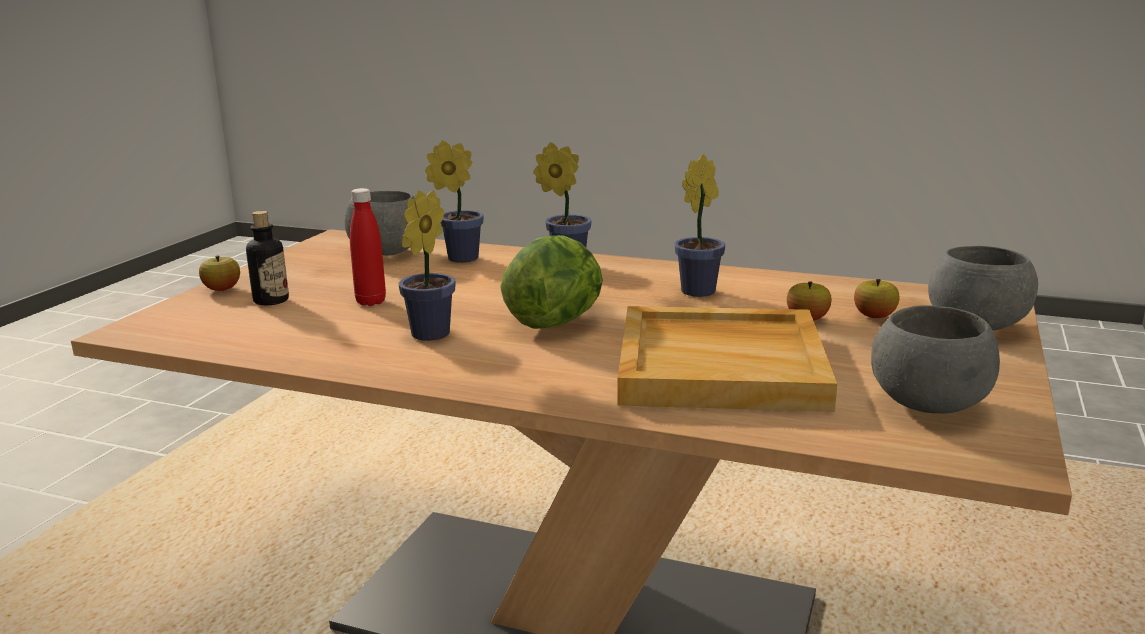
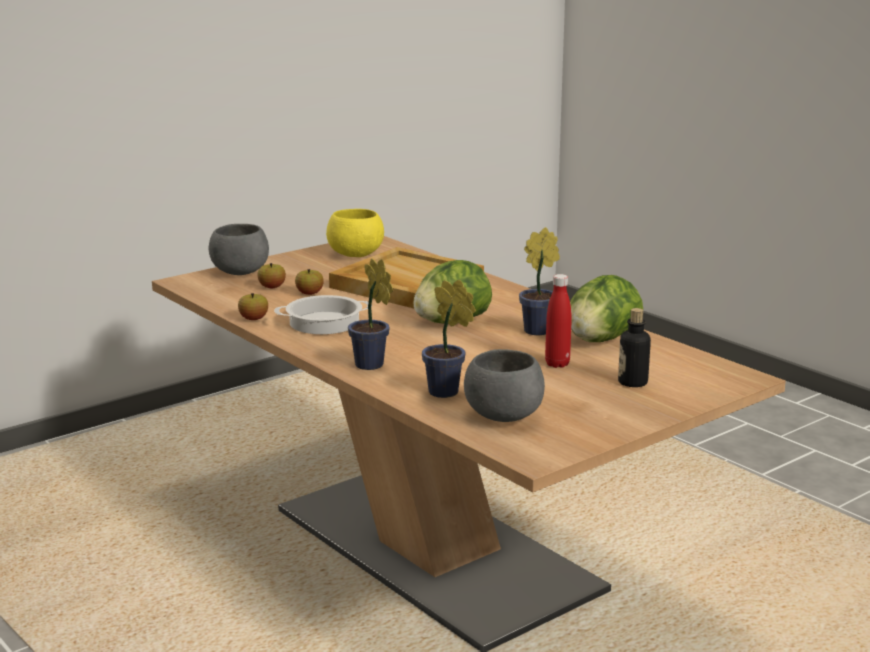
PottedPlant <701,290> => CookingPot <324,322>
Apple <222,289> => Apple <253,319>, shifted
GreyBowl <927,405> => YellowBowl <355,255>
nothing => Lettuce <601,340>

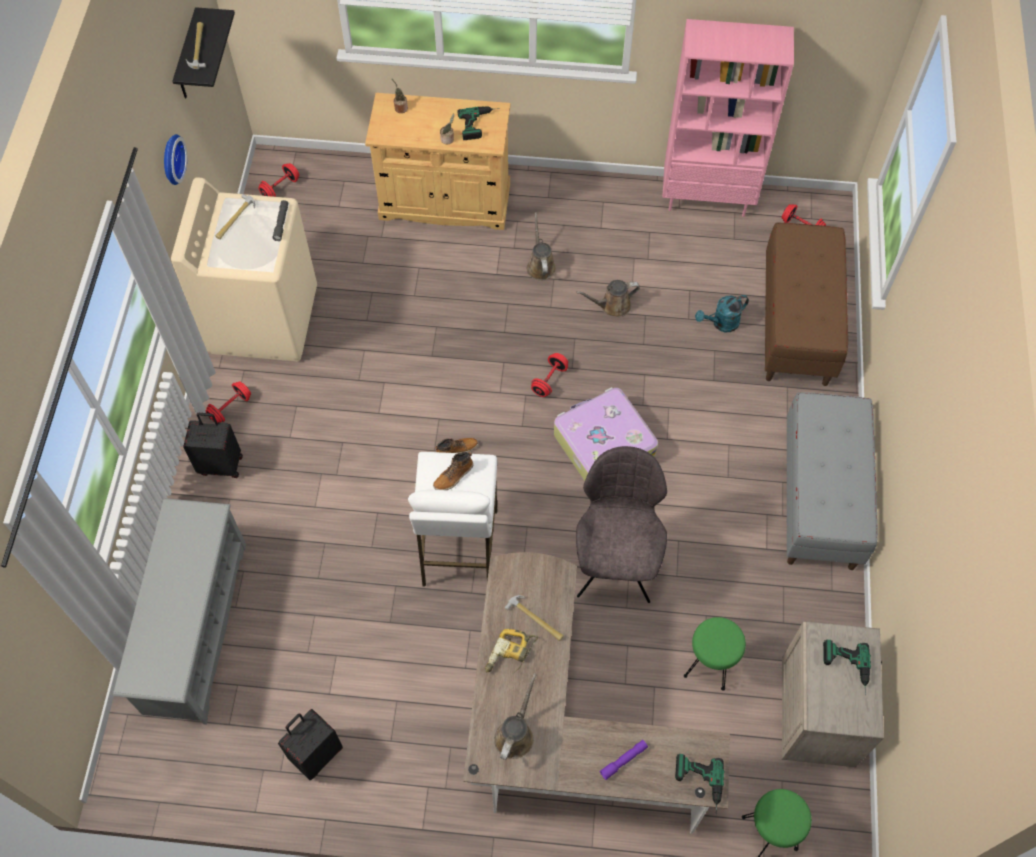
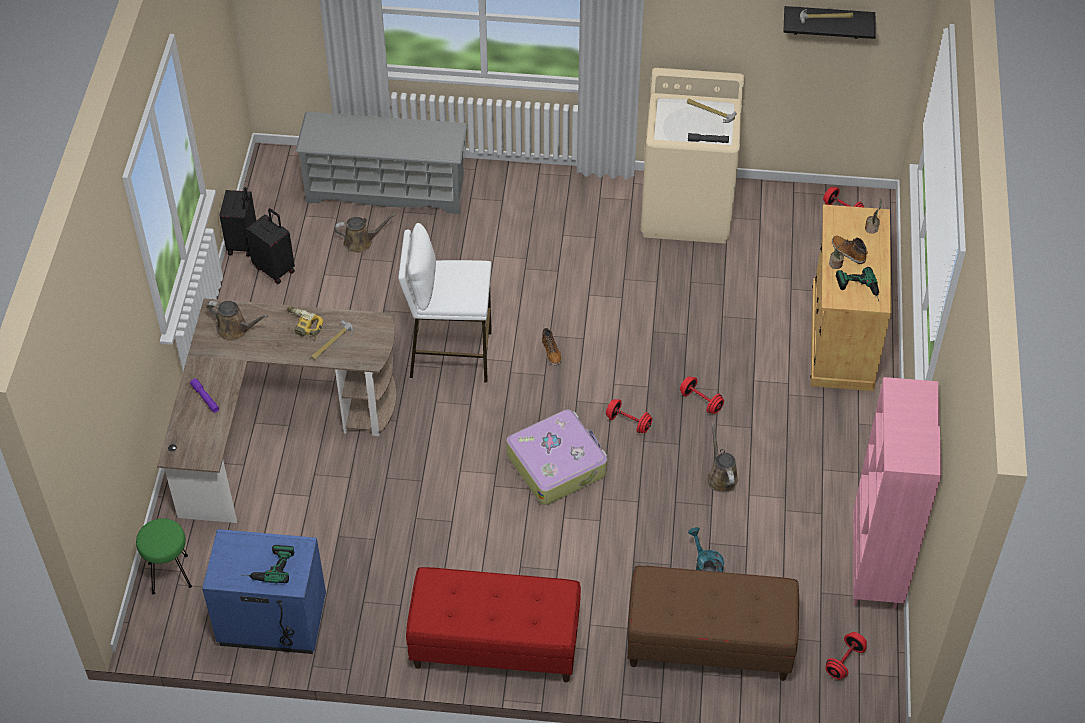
WallClock <170,159> => nothing
BrownWateringCan <540,265> => BrownWateringCan <361,242>, shifted
RedDumbbell <230,408> => RedDumbbell <701,401>, shifted
GreyBench <820,498> => RedBench <495,646>
BlackSuitcase <221,464> => BlackSuitcase <243,243>, shifted
GreyChair <615,562> => nothing
Boot <454,476> => Boot <848,252>, shifted
GreenStool <710,665> => nothing
BeigeNightstand <818,713> => BlueNightstand <272,622>
PowerDrill <698,785> => nothing

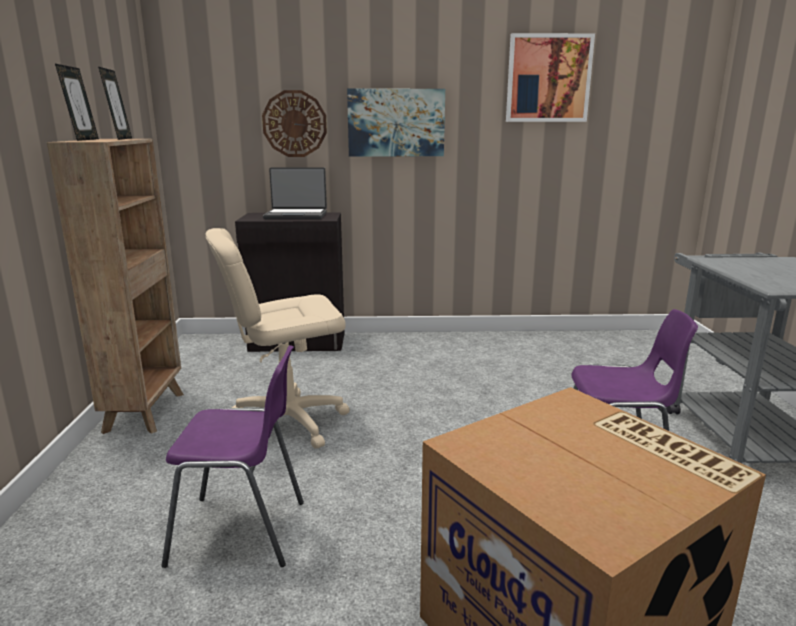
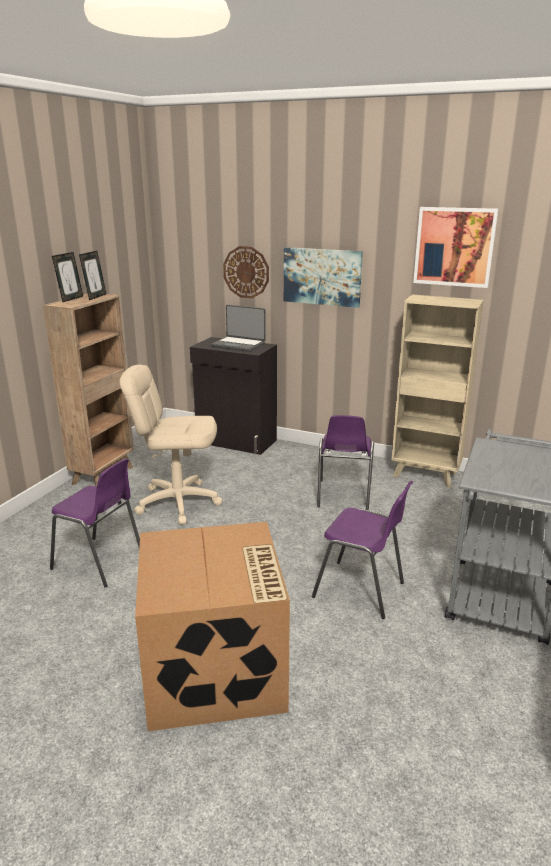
nothing => BeigeBookcase <425,475>
nothing => PurpleChair <343,496>

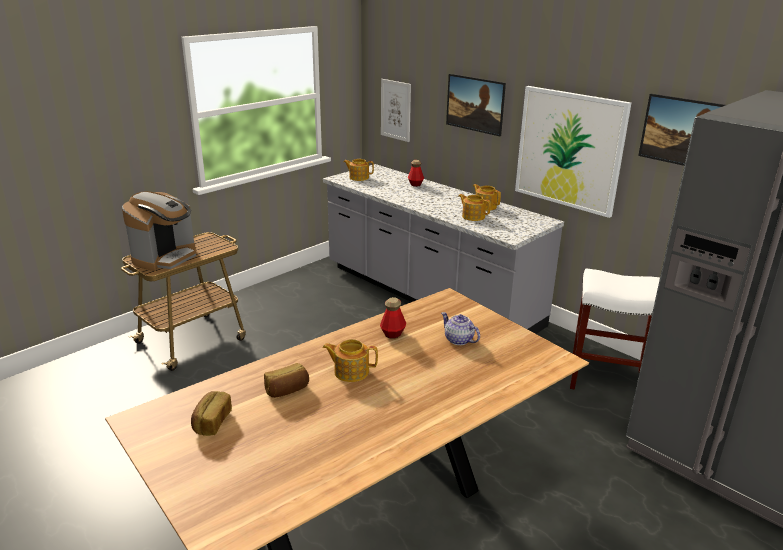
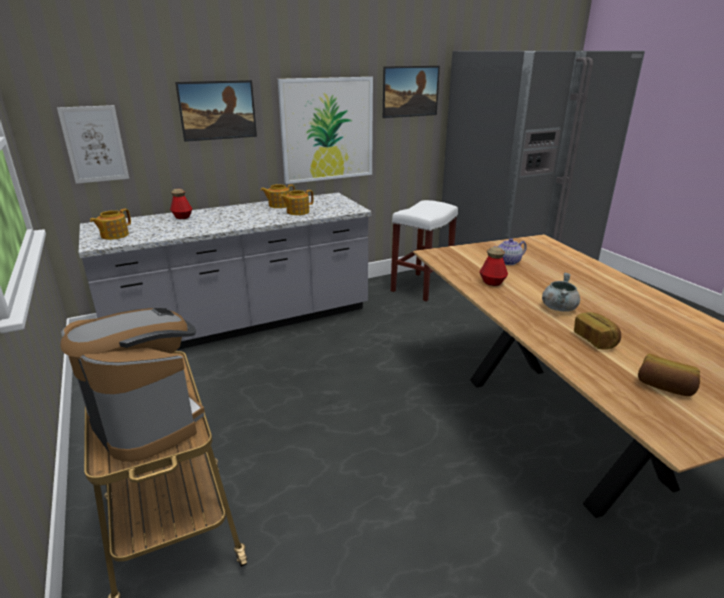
Teapot <350,371> => GreyCookingPot <558,308>

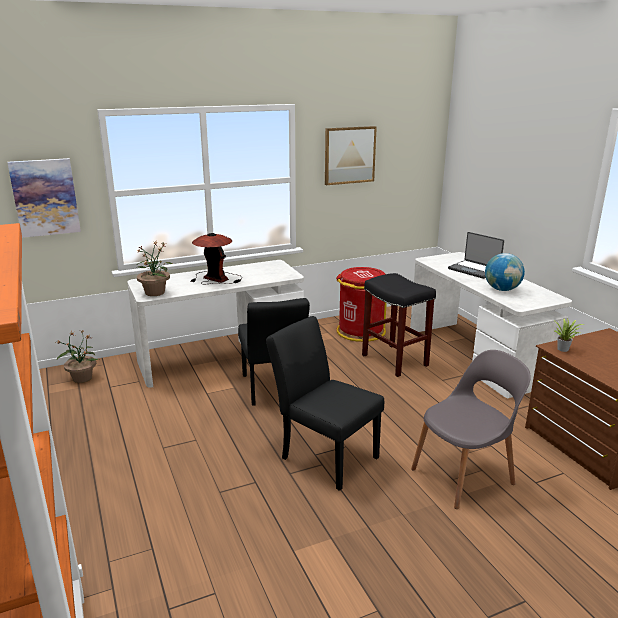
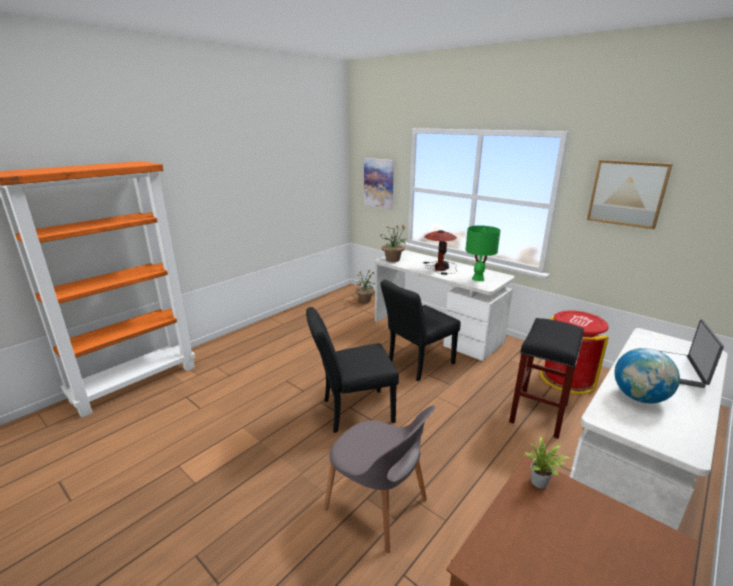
BlackChair <324,455> => BlackChair <352,411>, 120 degrees counterclockwise
nothing => GreenTableLamp <478,279>

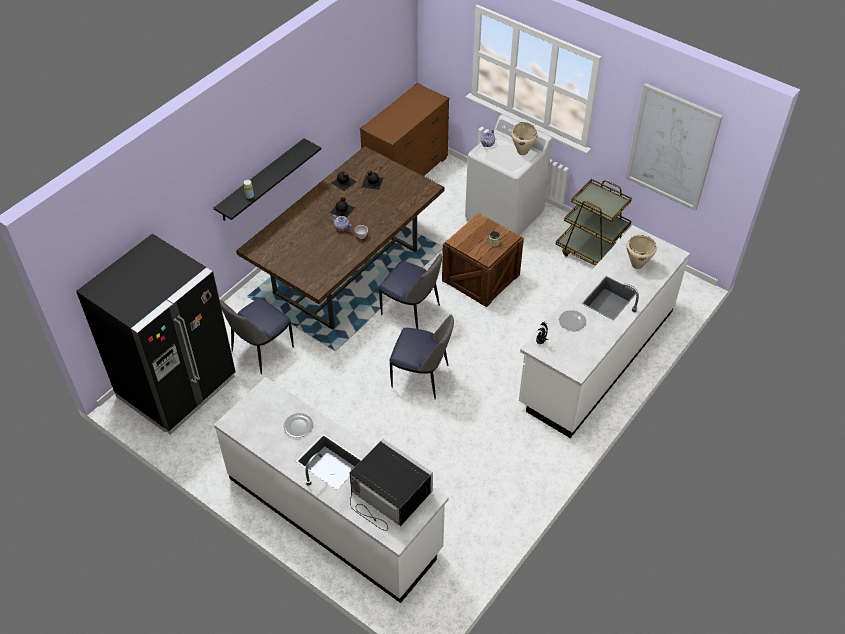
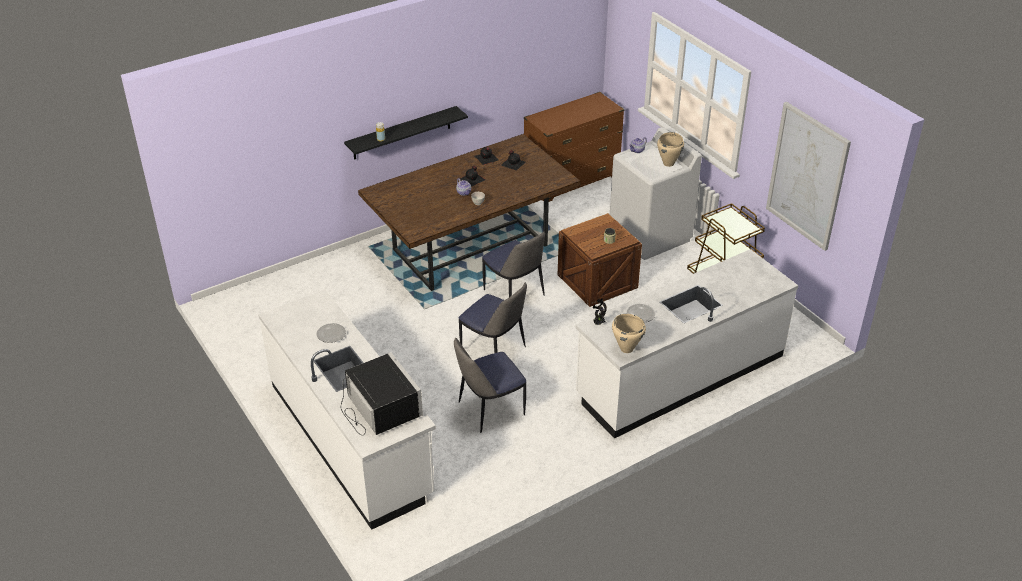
BlackFridge <177,387> => nothing
BeigeCookingPot <637,264> => BeigeCookingPot <626,348>, shifted
Chair <261,351> => Chair <489,410>, shifted

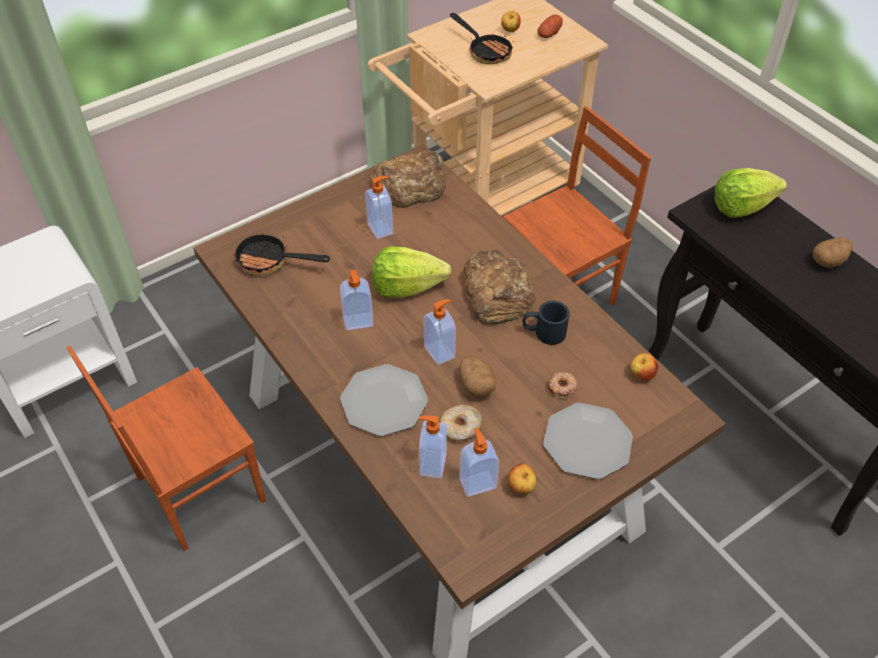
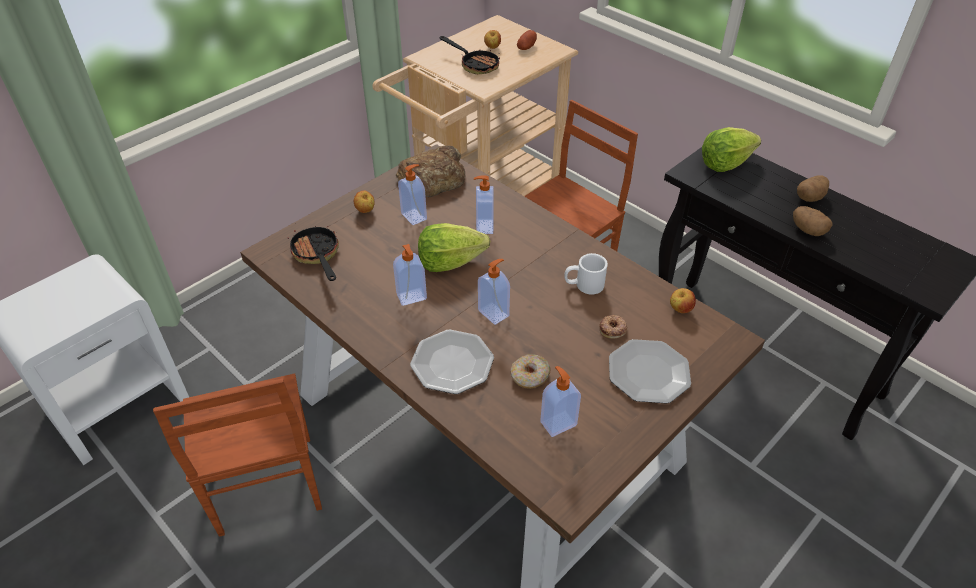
FryingPan <270,262> => FryingPan <317,256>, 60 degrees clockwise
Bread <496,293> => nothing
BlackMug <543,332> => WhiteMug <583,285>
BrownChair <197,489> => BrownChair <265,487>, 60 degrees counterclockwise
Potato <476,385> => Potato <807,230>, shifted
SoapDispenser <432,464> => SoapDispenser <483,226>, shifted
Apple <521,487> => Apple <365,211>, shifted

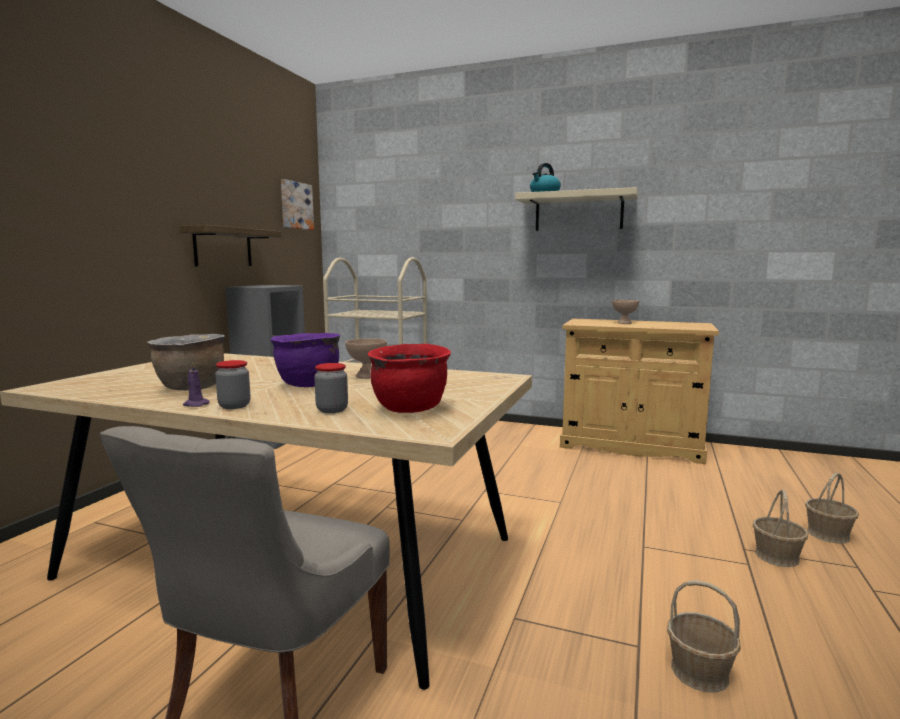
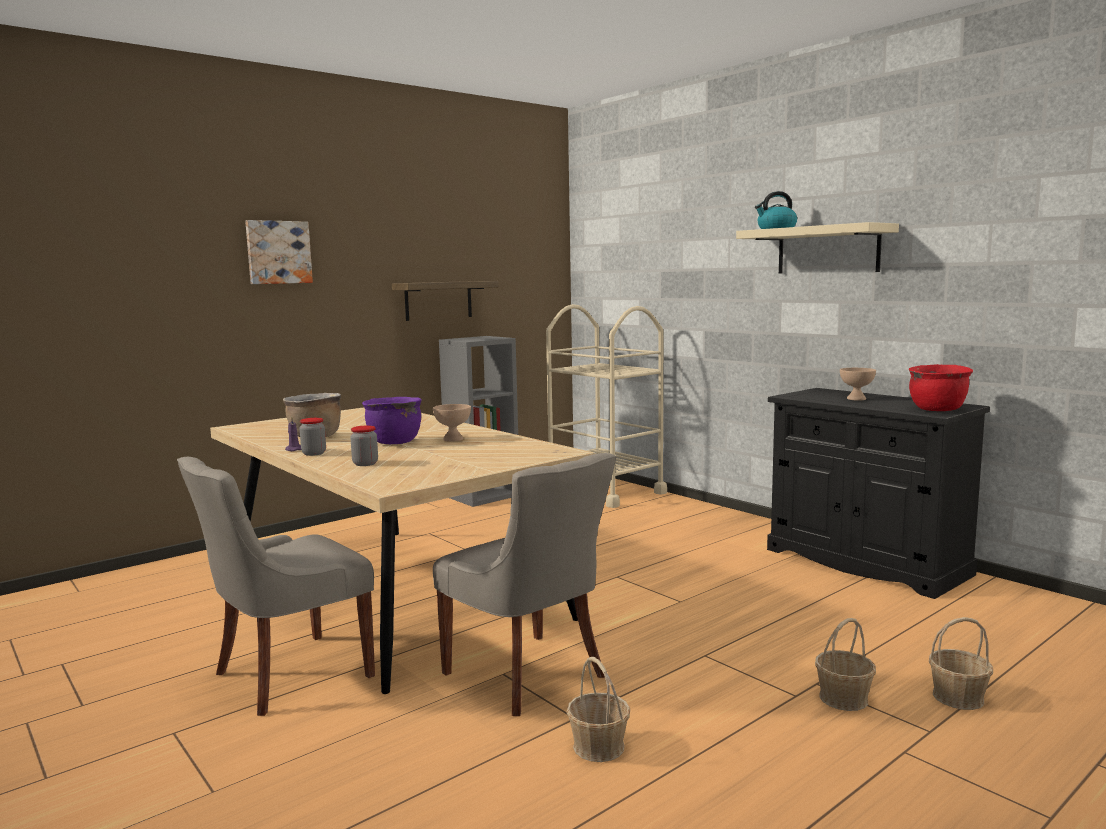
Picture <295,205> => Picture <278,252>, shifted
BeigeCabinet <631,445> => BlackCabinet <865,562>
RedCookingPot <410,409> => RedCookingPot <937,410>, shifted
nothing => GreyChair <528,675>

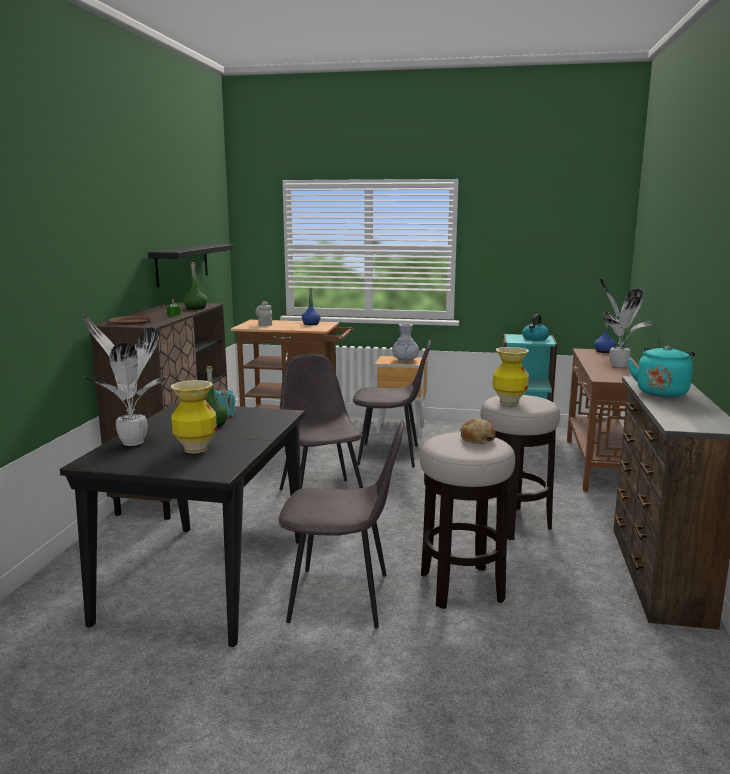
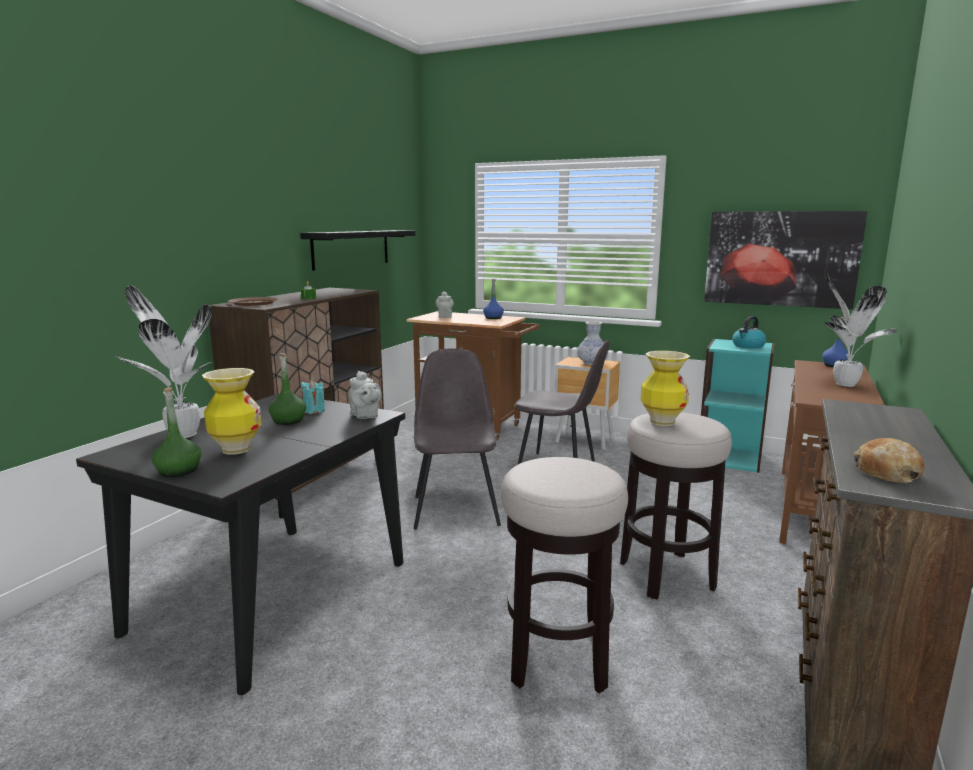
GreenBottle <195,308> => GreenBottle <178,471>, shifted
TurquoiseKettle <661,392> => nothing
Bread <477,439> => Bread <886,472>, shifted
GreyChair <343,598> => nothing
nothing => Picture <780,258>
nothing => GreyTeapot <365,416>

